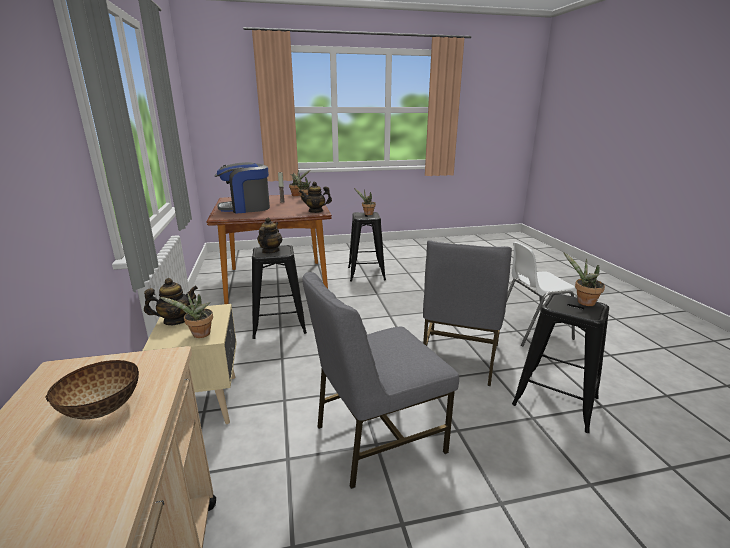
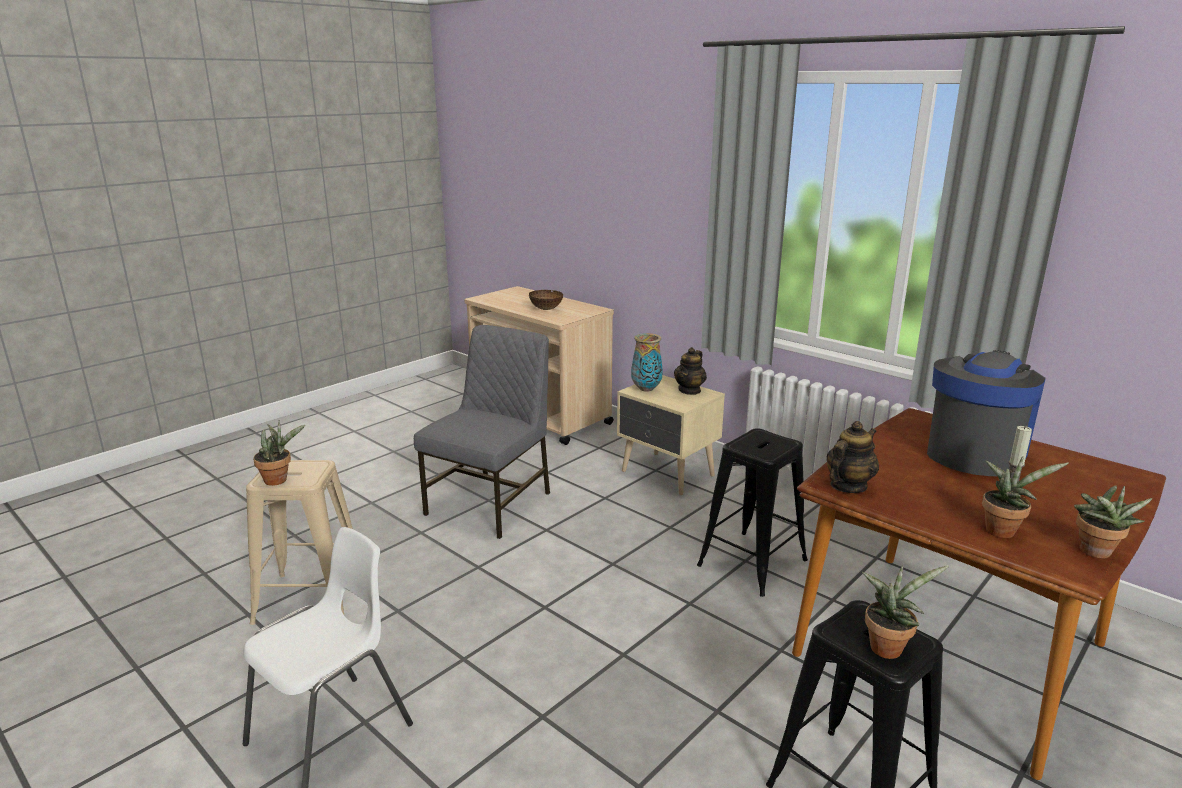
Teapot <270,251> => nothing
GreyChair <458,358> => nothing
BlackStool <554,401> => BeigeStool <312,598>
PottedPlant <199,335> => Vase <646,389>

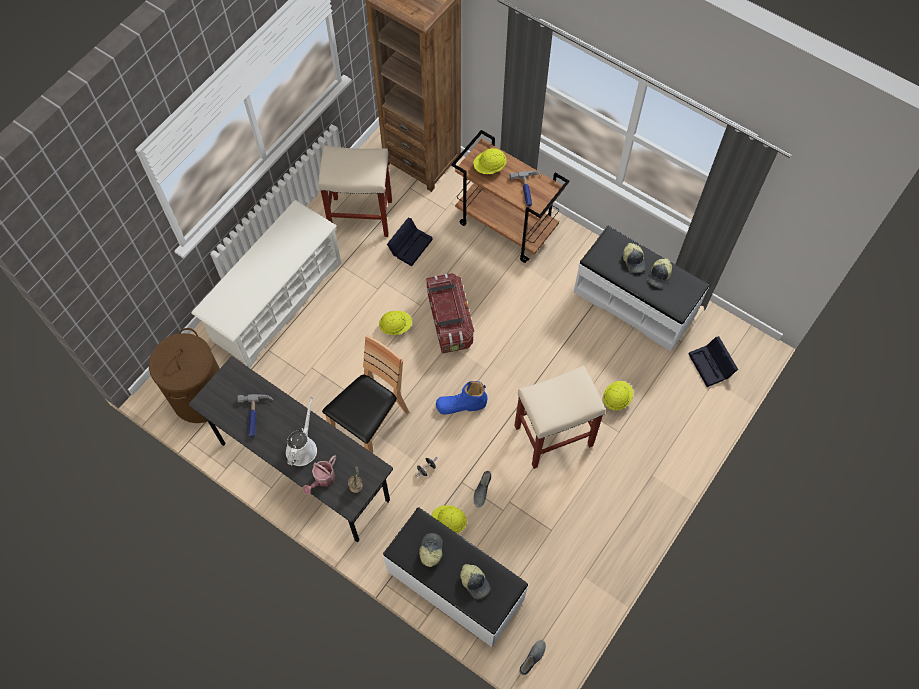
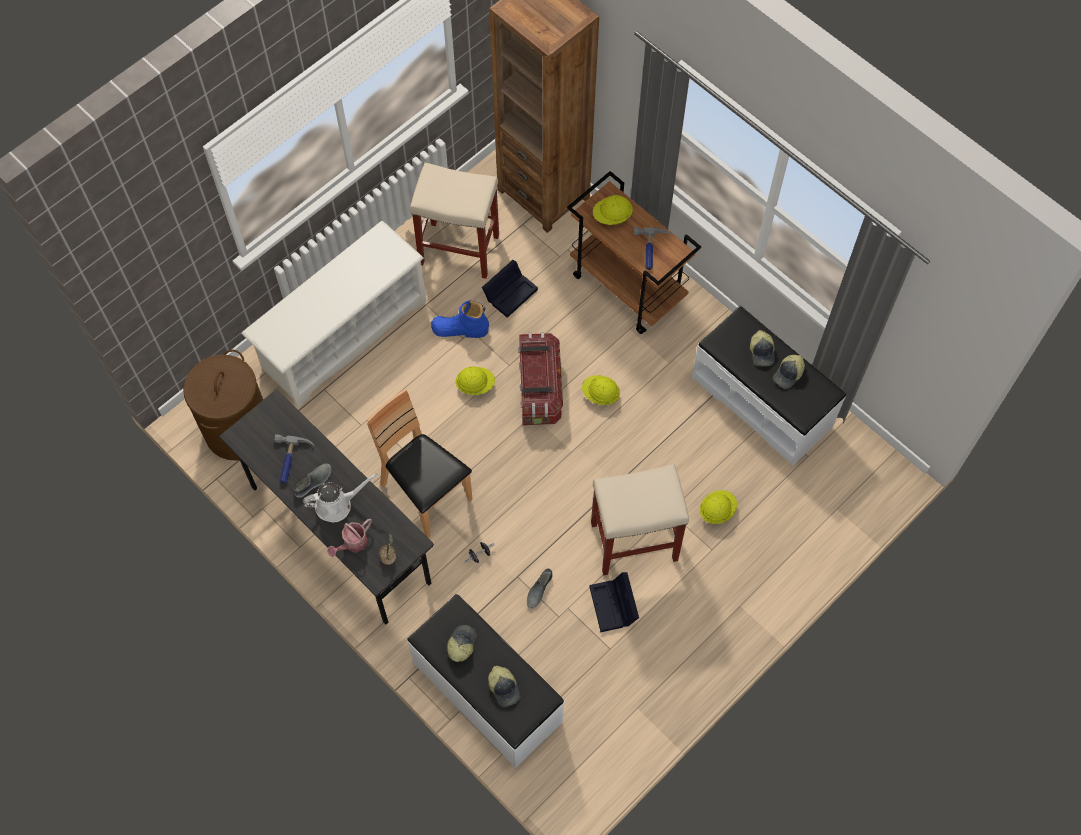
BrownChair <371,425> => BrownChair <425,494>, 90 degrees counterclockwise
BlackStorageBox <712,366> => BlackStorageBox <614,607>, shifted
BlueBoot <461,404> => BlueBoot <460,329>, shifted
WhiteWateringCan <302,447> => WhiteWateringCan <337,504>, 45 degrees clockwise
YellowHardHat <448,522> => YellowHardHat <600,395>, shifted
GreyShoe <532,658> => GreyShoe <313,482>, shifted

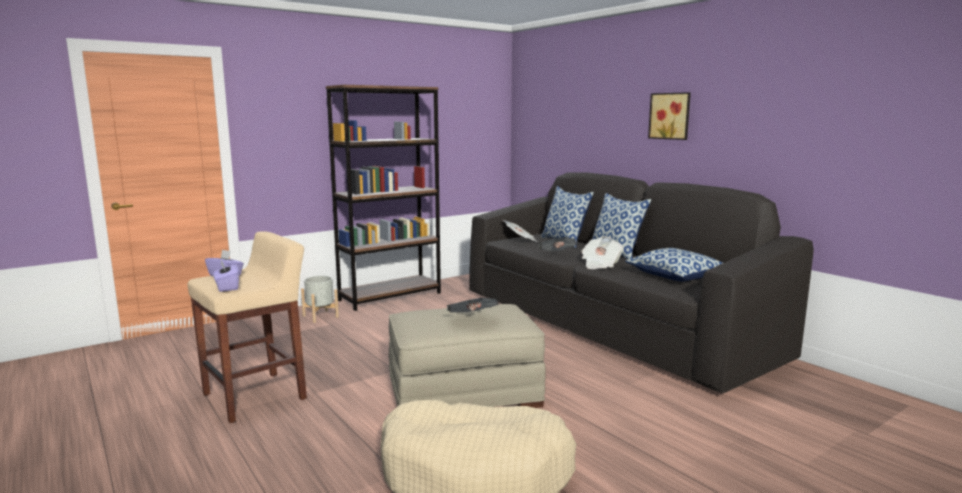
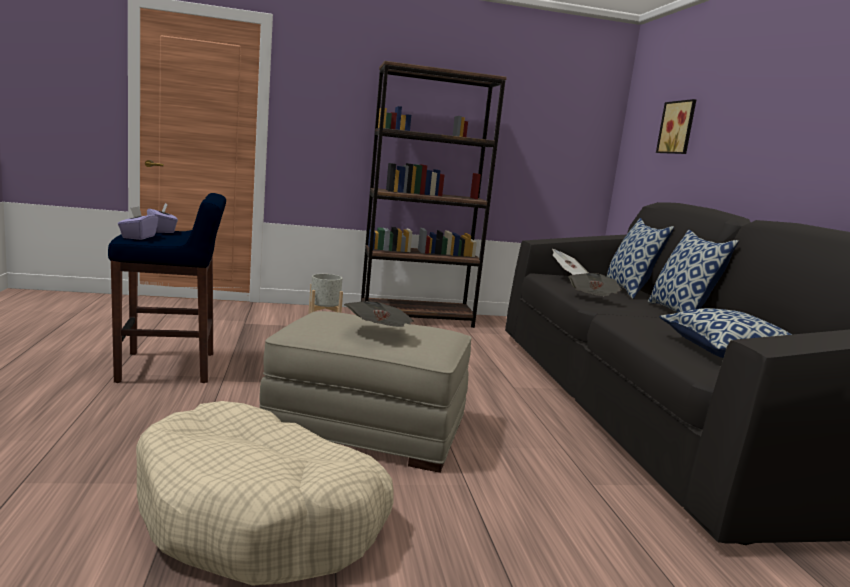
Picture <670,116> => Picture <678,127>, shifted
BeigeStool <256,396> => BlueStool <169,368>
Newspaper <600,264> => nothing

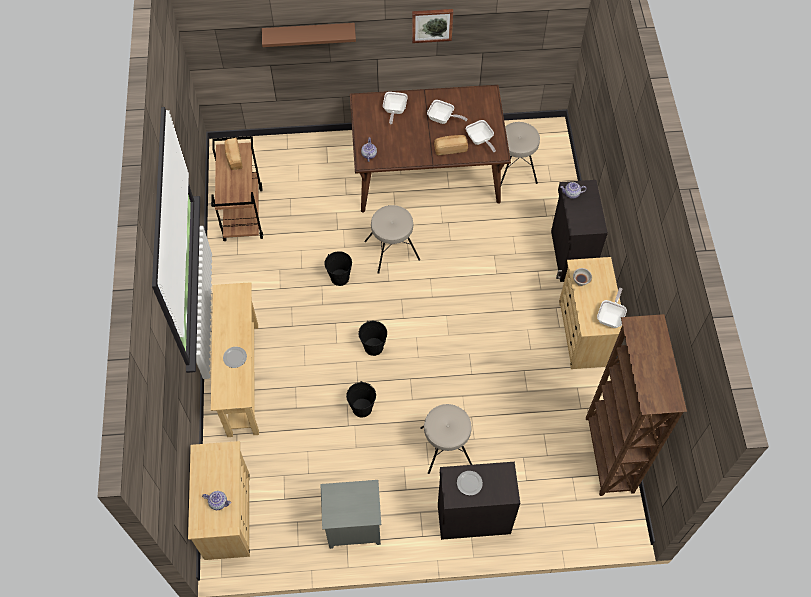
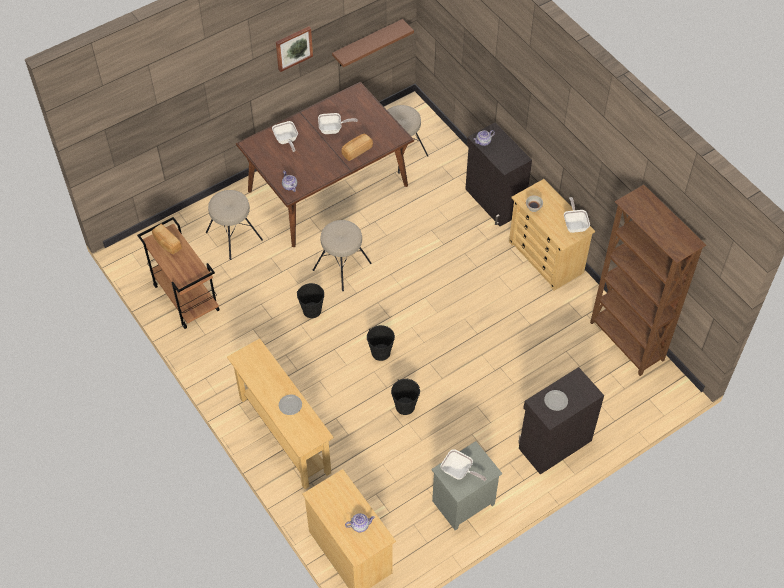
BrownShelf <309,34> => BrownShelf <367,43>, shifted
FryingPan <480,140> => FryingPan <459,472>, shifted
BeigeStool <445,447> => BeigeStool <233,236>, shifted

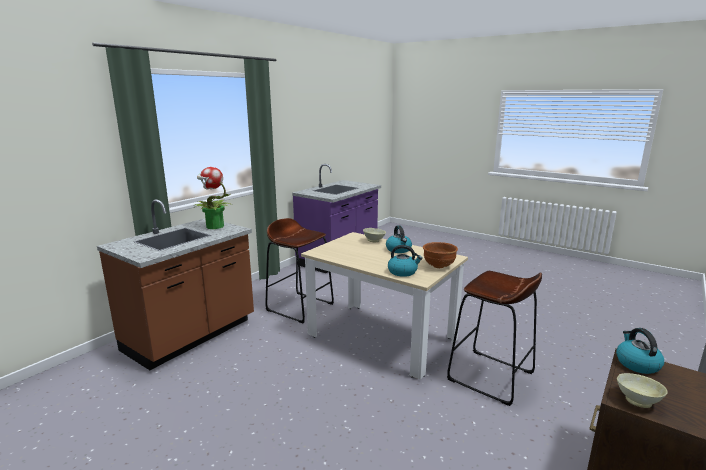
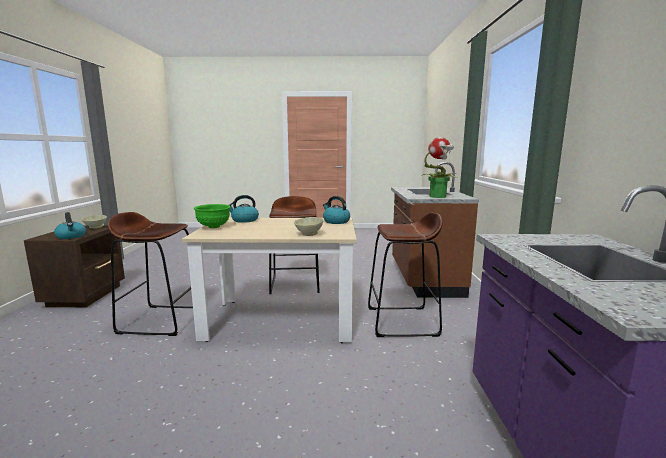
Kettle <399,250> => Kettle <336,221>, shifted
BrownBowl <439,266> => GreenBowl <213,227>
nothing => BrownStool <295,284>

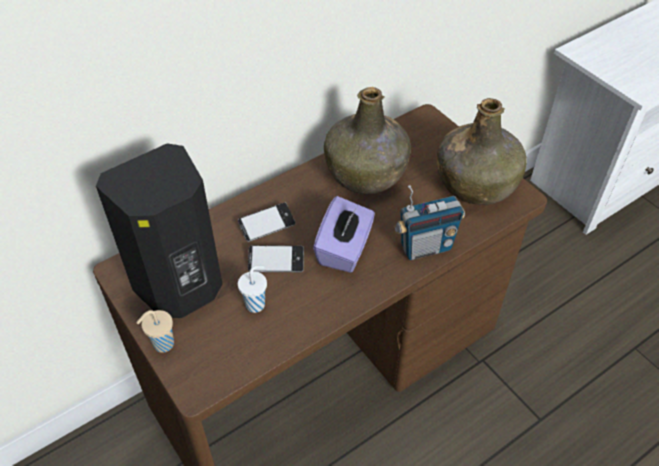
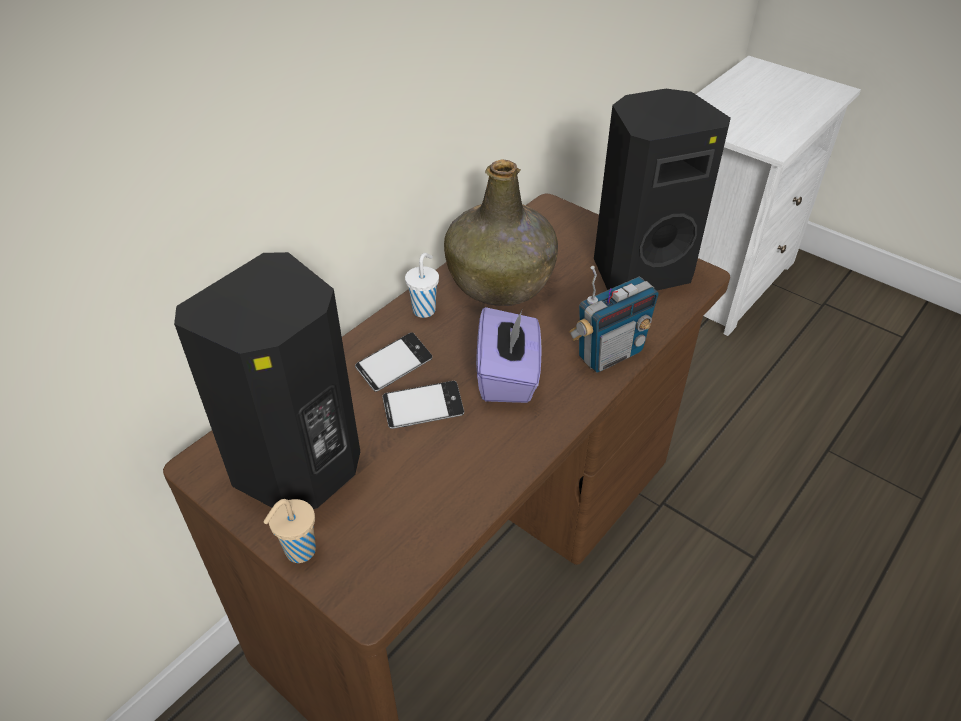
GreenBottle <476,183> => BlackSpeaker <639,270>
WhiteCup <256,304> => WhiteCup <425,309>, shifted

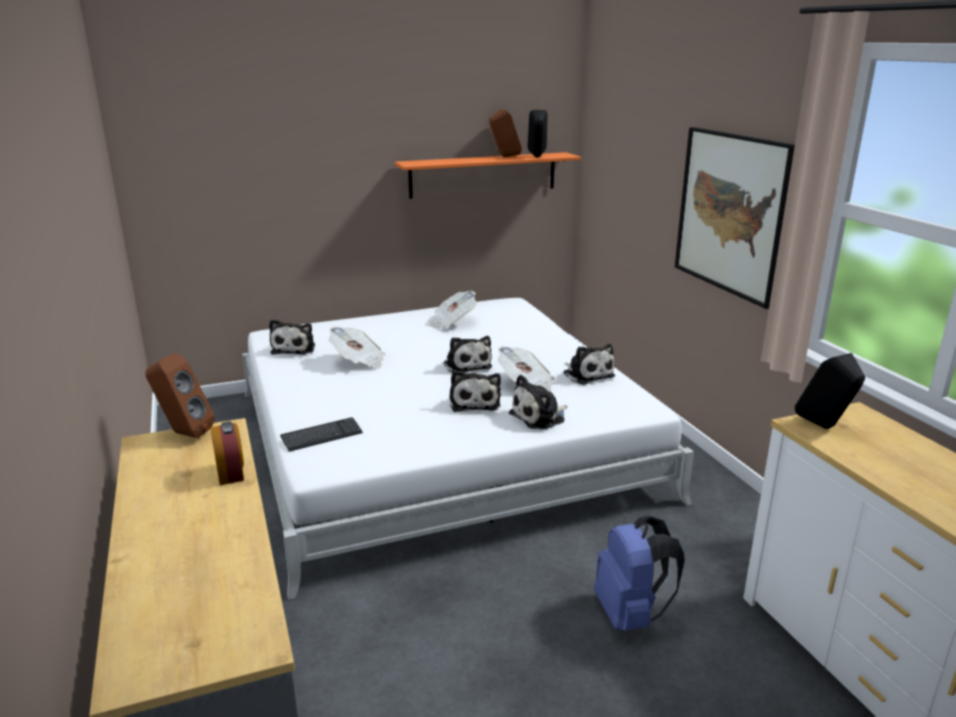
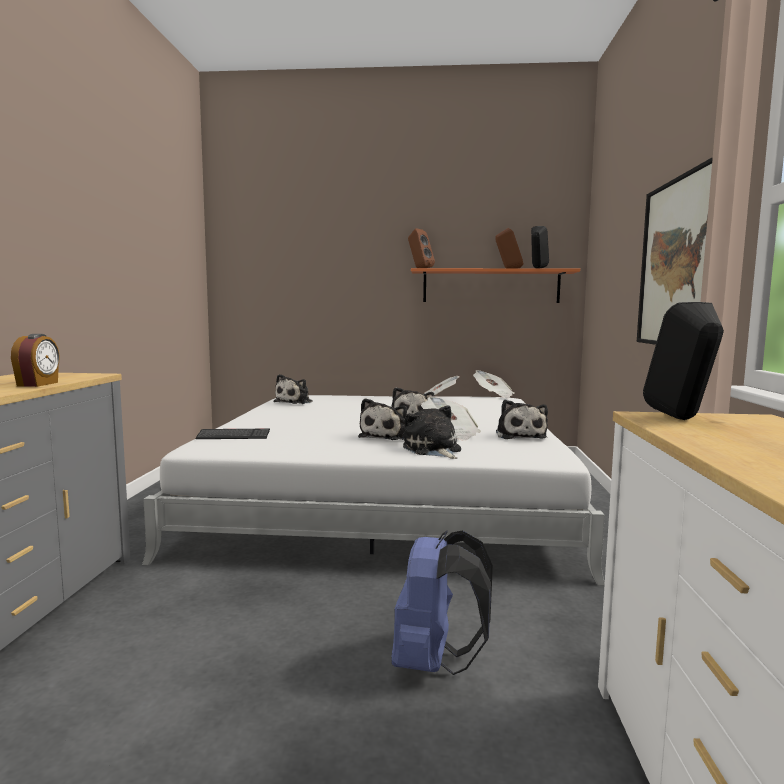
Newspaper <358,361> => Newspaper <493,395>, shifted
BrownSpeaker <183,433> => BrownSpeaker <419,269>, shifted
PlushToy <540,417> => PlushToy <433,450>, 75 degrees clockwise

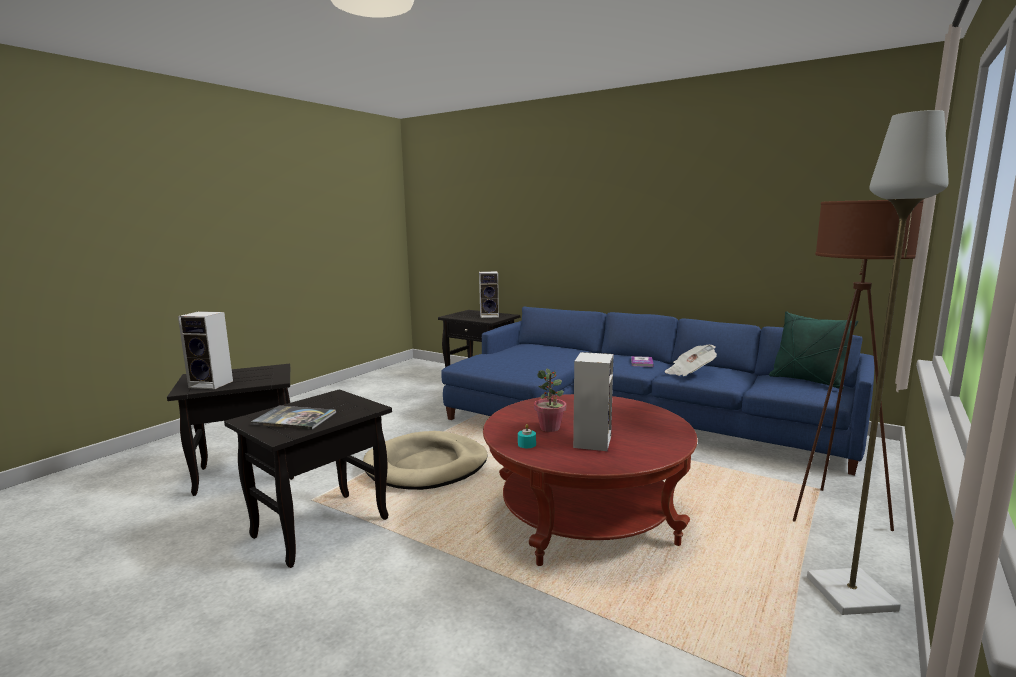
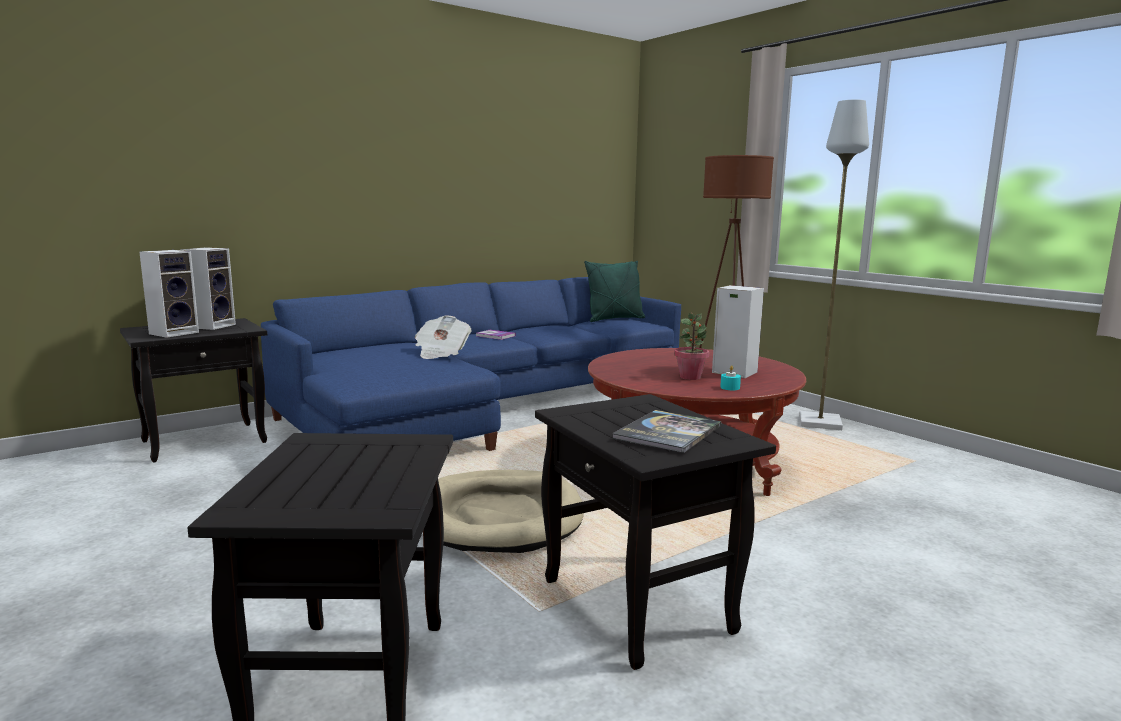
Speaker <213,384> => Speaker <175,333>, shifted
Newspaper <689,373> => Newspaper <441,353>, shifted

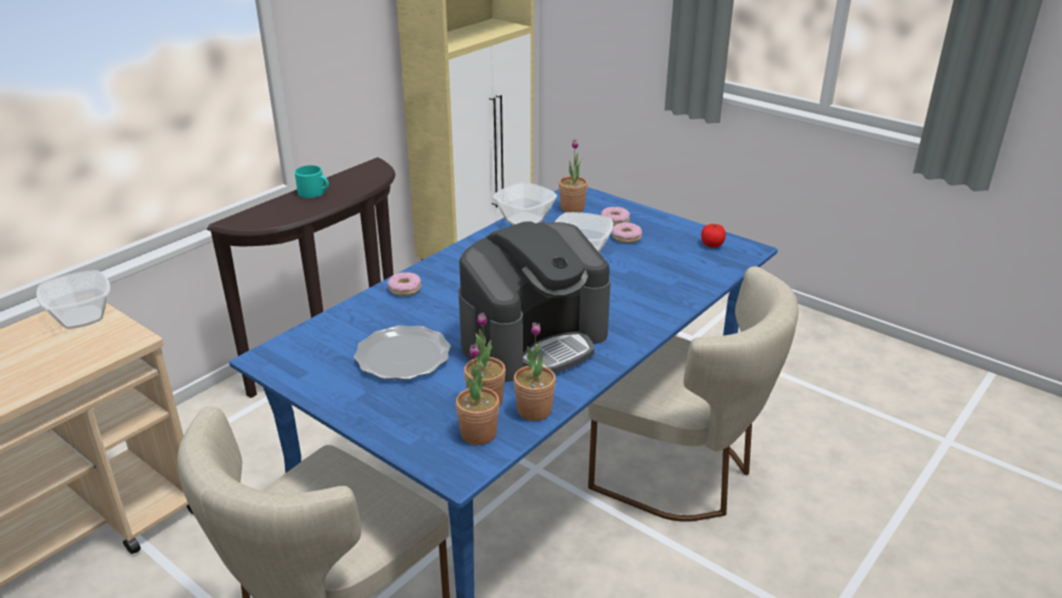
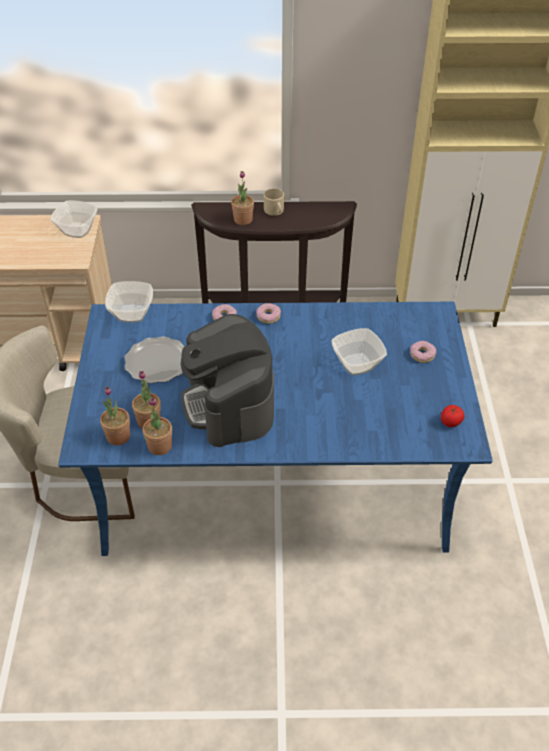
PottedPlant <572,208> => PottedPlant <243,220>, shifted
TurquoiseMug <314,192> => BeigeMug <275,211>
Bowl <524,221> => Bowl <131,314>, shifted
CoffeeMachine <534,340> => CoffeeMachine <229,404>, 60 degrees clockwise
Donut <626,237> => Donut <268,316>, shifted
BeigeChair <682,474> => nothing

